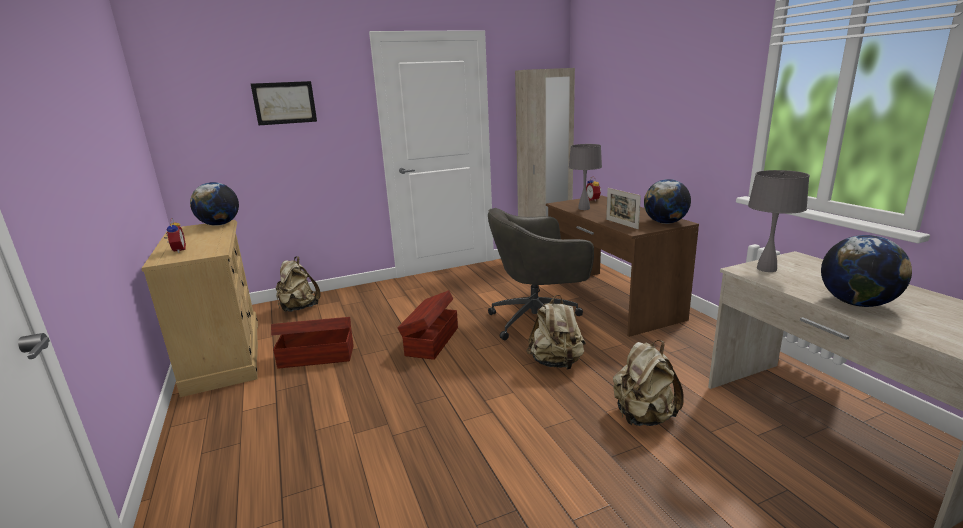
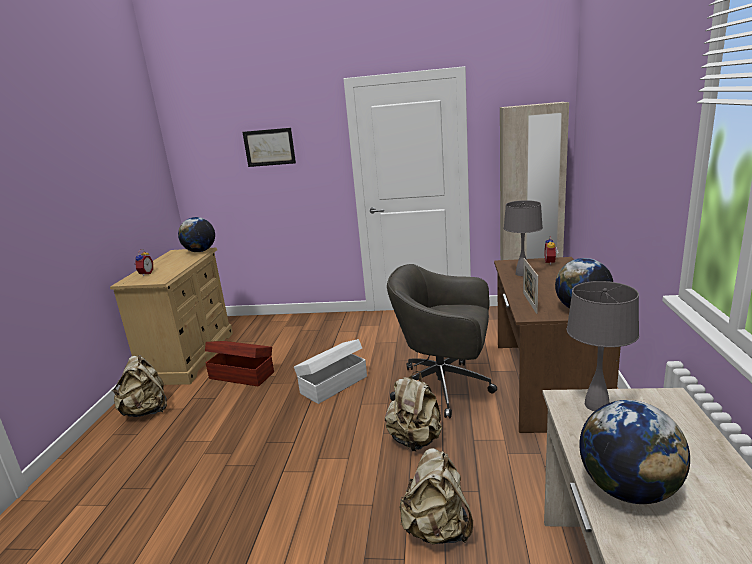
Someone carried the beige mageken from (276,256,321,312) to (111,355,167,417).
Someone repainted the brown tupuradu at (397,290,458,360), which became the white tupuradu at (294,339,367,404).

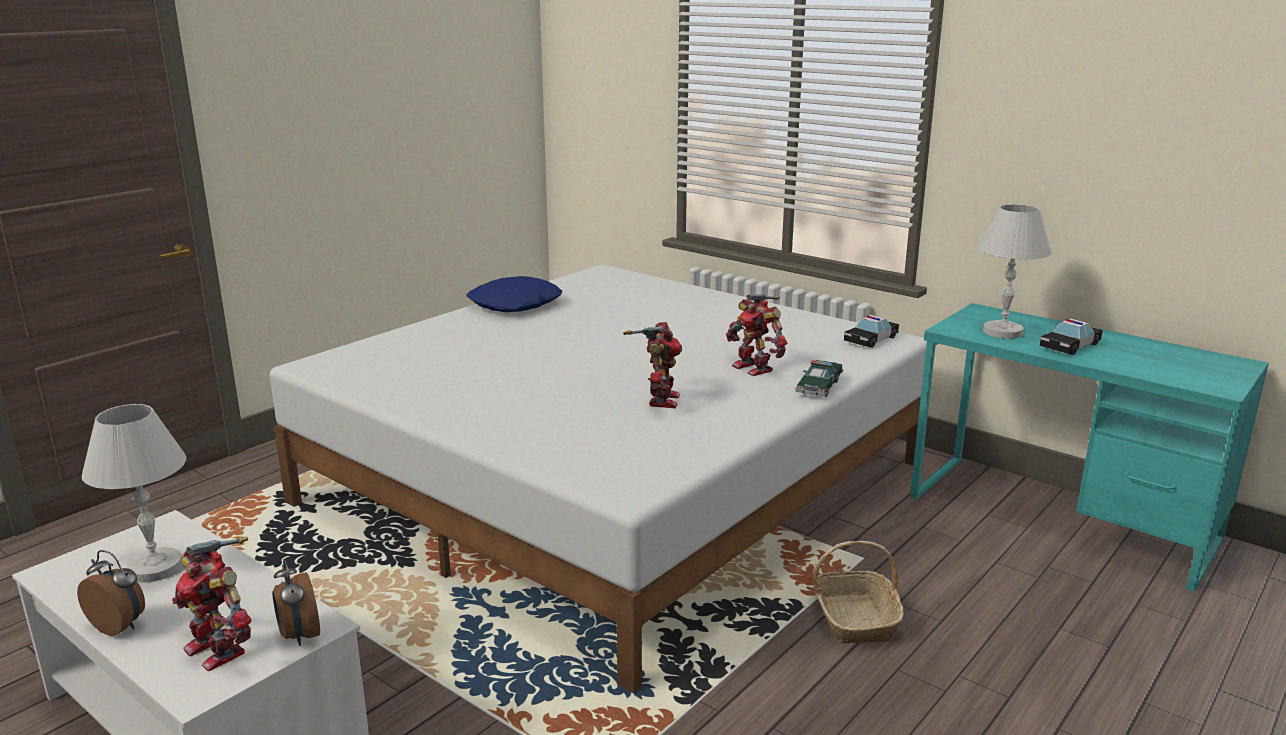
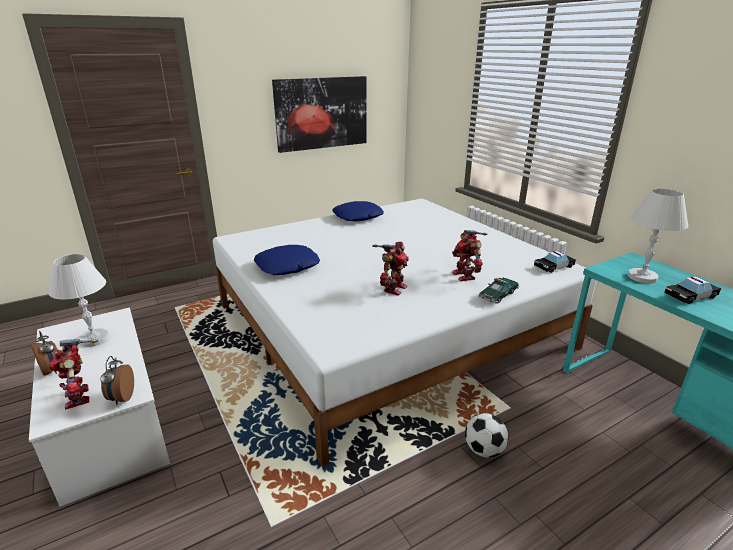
Someone put down the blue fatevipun at (254,245,320,275).
Someone put up the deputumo at (272,76,366,153).
Someone swapped the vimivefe at (813,541,904,644) for the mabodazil at (465,413,508,458).

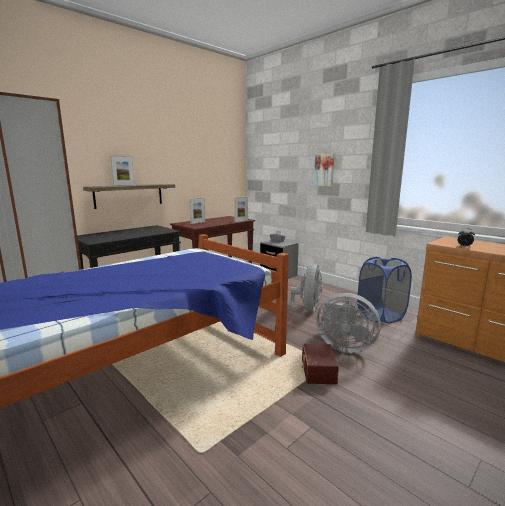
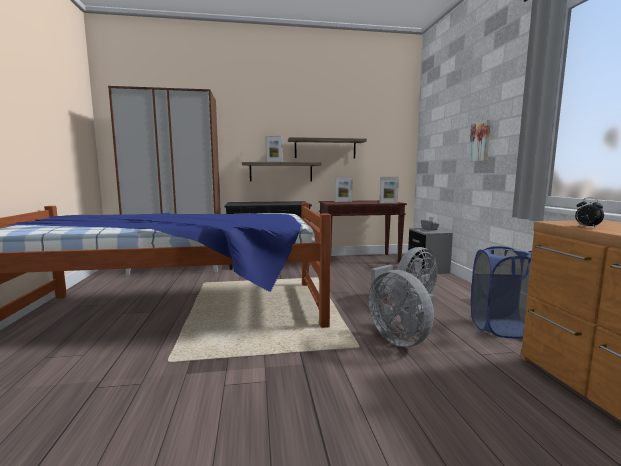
Someone took away the brown tupuradu at (302,344,339,384).
Someone put up the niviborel at (288,137,367,158).

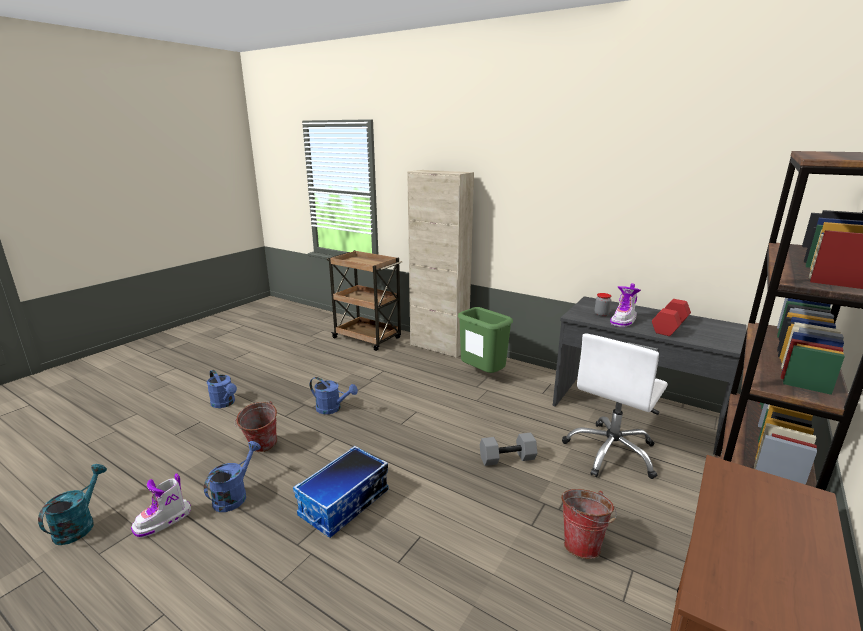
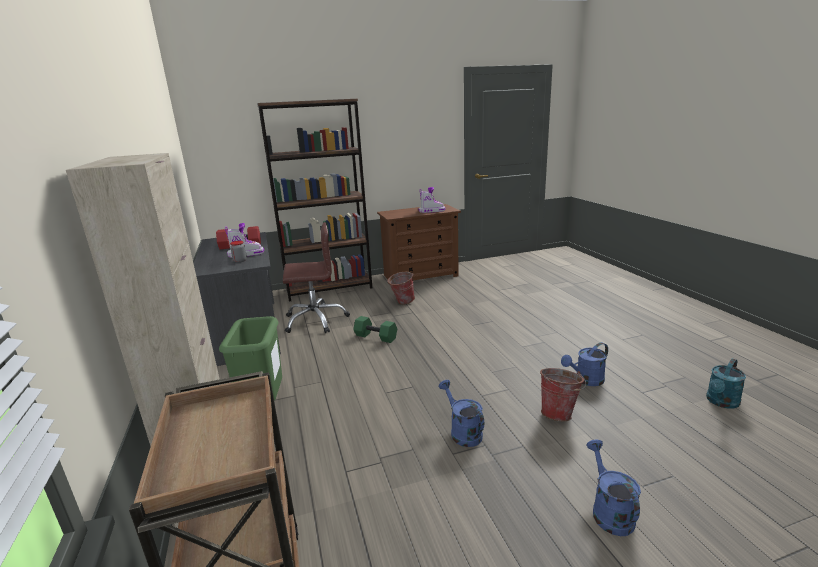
Someone took away the tupuradu at (293,446,388,538).
Someone carried the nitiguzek from (131,473,191,538) to (418,187,446,213).
Someone repainted the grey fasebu at (480,433,538,466), which became the green fasebu at (353,316,397,343).
Someone repainted the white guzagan at (562,333,668,479), which became the brown guzagan at (283,222,350,333).

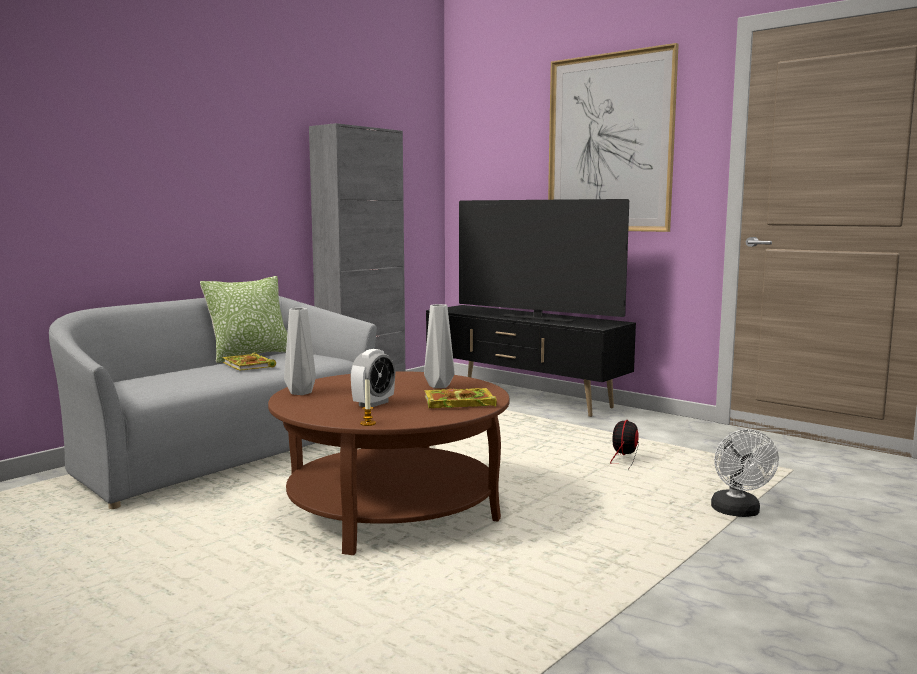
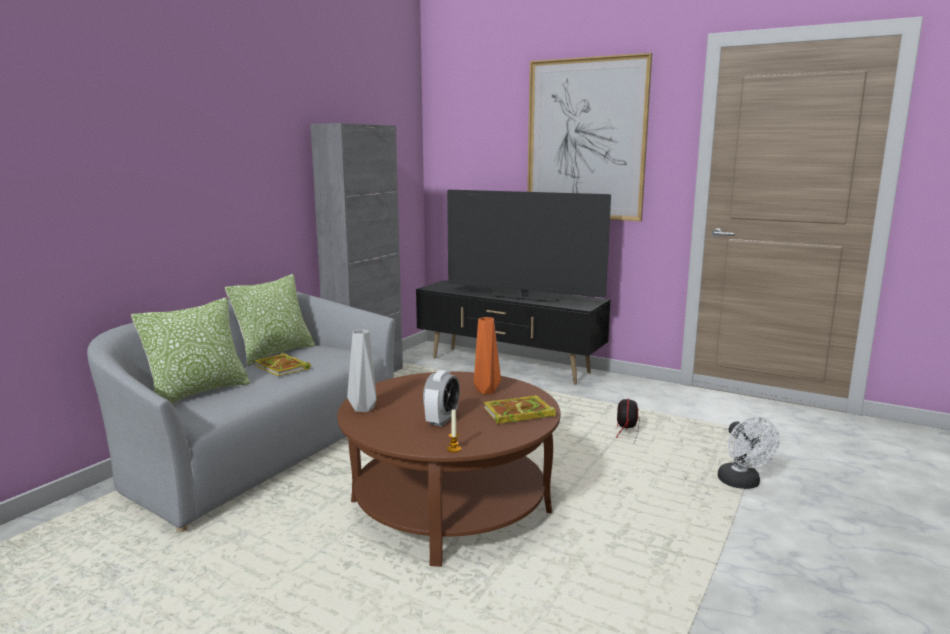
Someone put down the fatevipun at (131,297,250,403).
Someone repainted the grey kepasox at (424,304,455,388), which became the orange kepasox at (474,317,501,394).

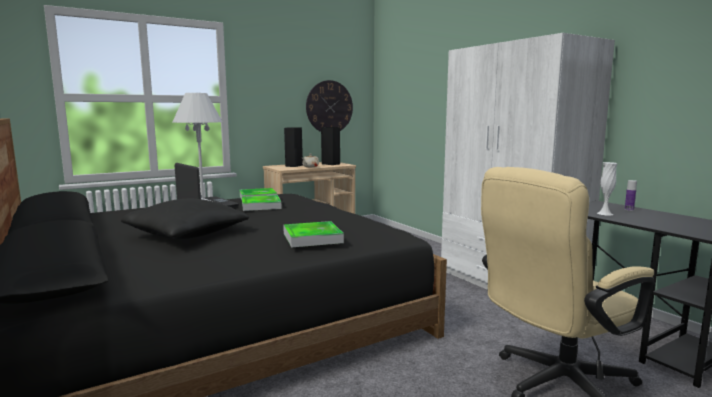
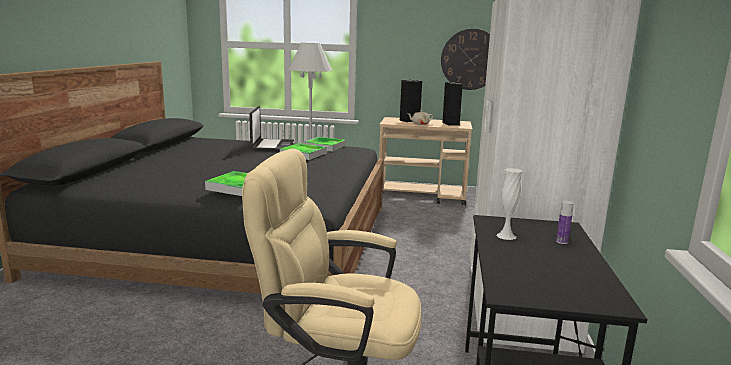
Someone took away the black fatevipun at (121,199,249,239).

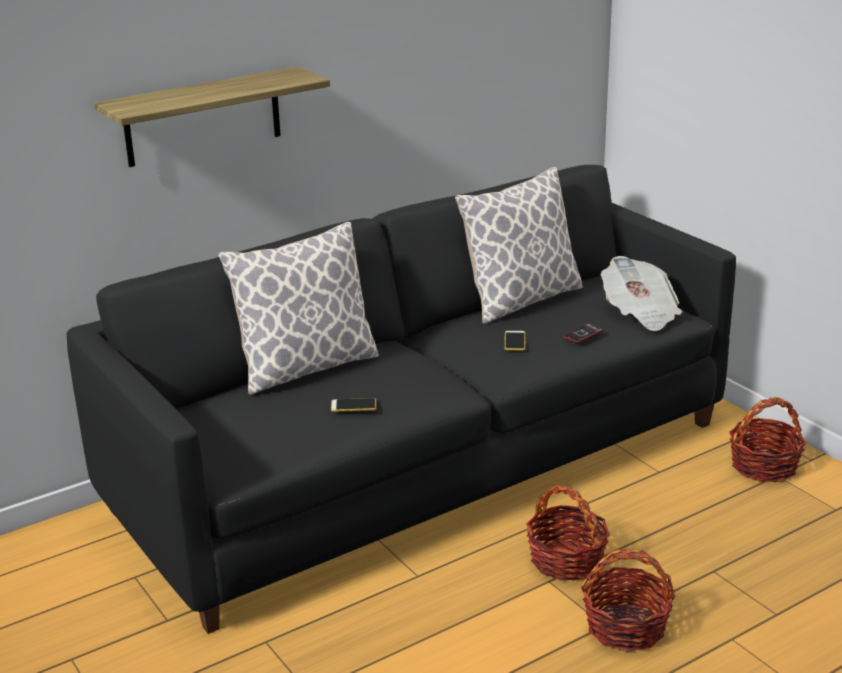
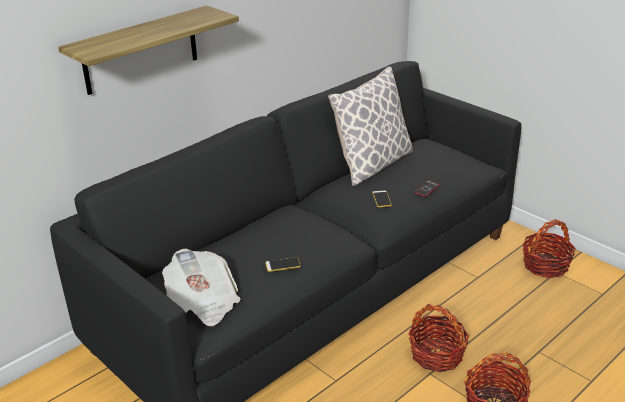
Someone took away the fatevipun at (218,222,379,395).
Someone carried the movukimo from (601,256,682,332) to (162,248,241,326).

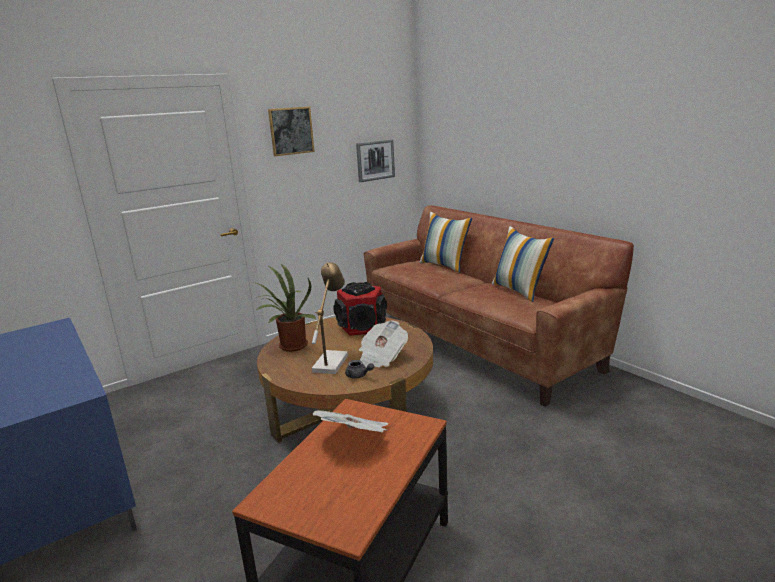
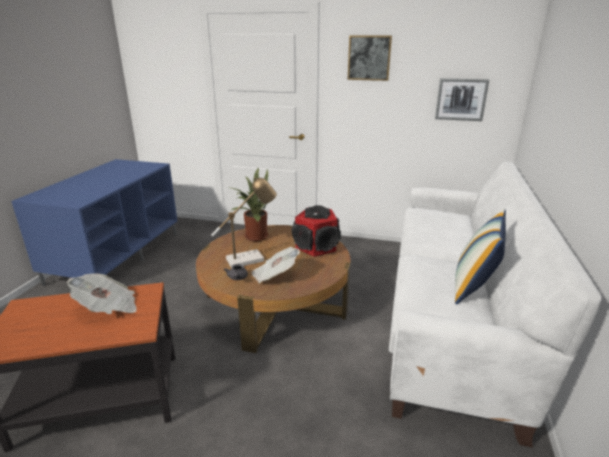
Someone took away the fatevipun at (420,212,472,273).
Someone repainted the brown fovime at (364,205,634,407), which became the white fovime at (389,162,602,448).

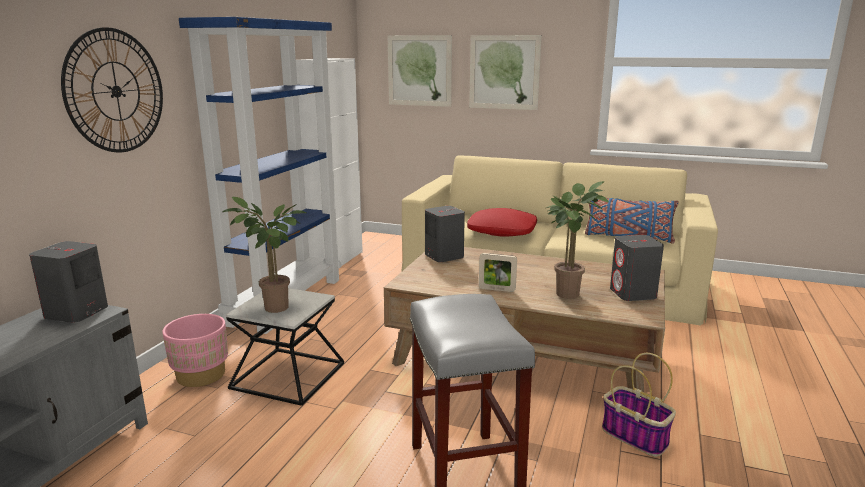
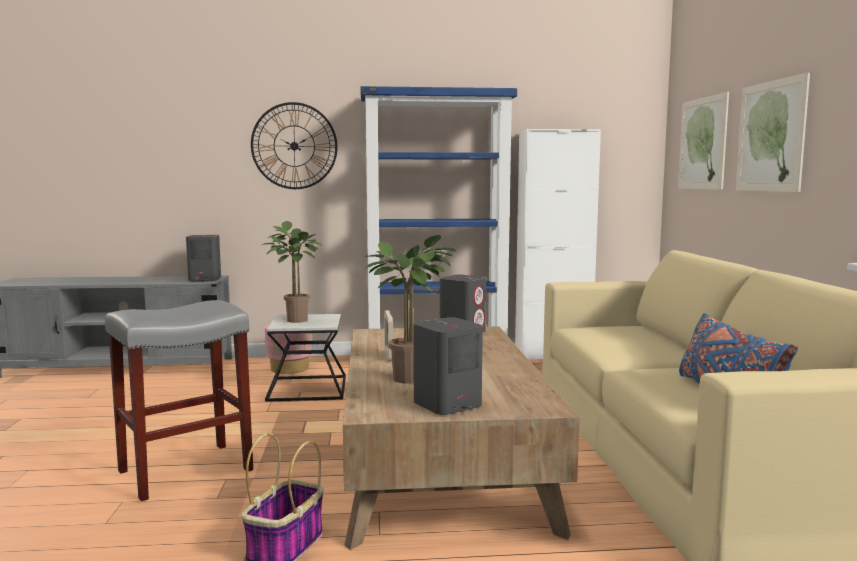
Someone took away the red fatevipun at (467,208,537,237).

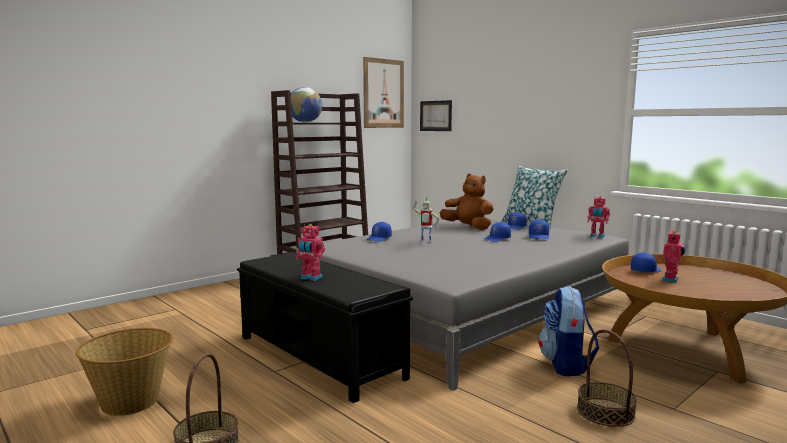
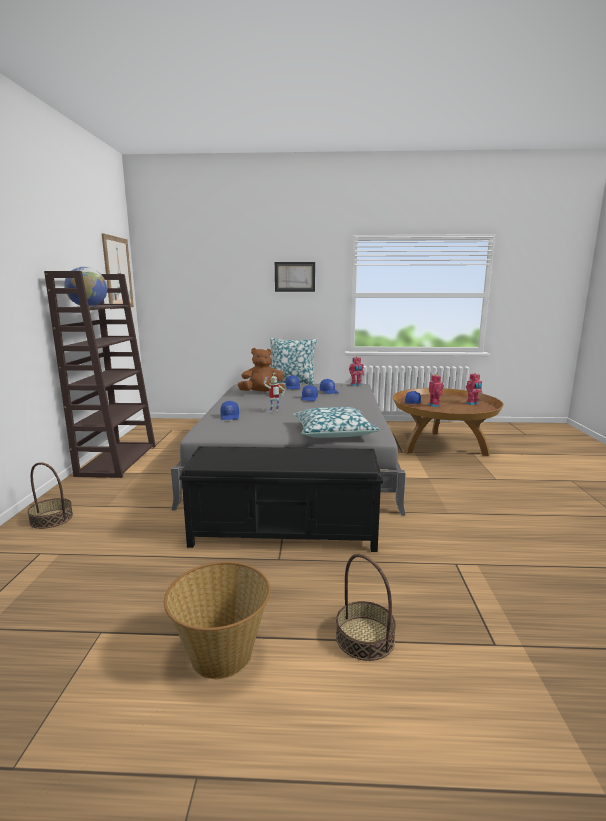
Someone took away the mageken at (538,286,599,376).
Someone put down the fatevipun at (293,407,380,438).
Someone carried the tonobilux from (296,224,325,281) to (466,373,483,405).
Someone carried the deputumo from (420,100,452,131) to (275,262,315,292).
Someone carried the vimivefe from (577,329,637,427) to (27,462,73,529).

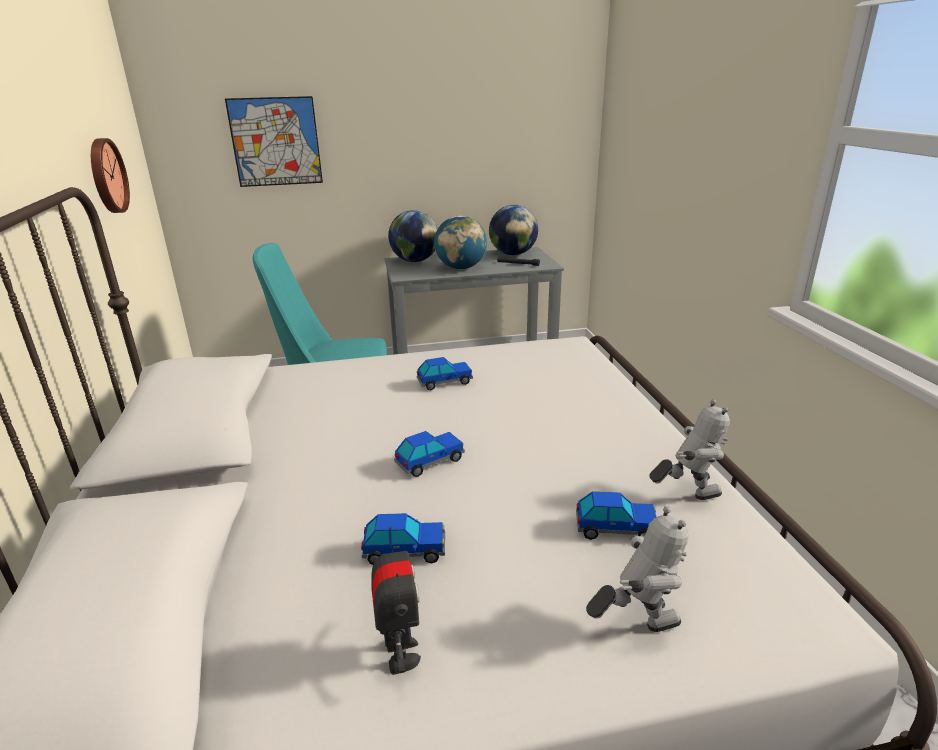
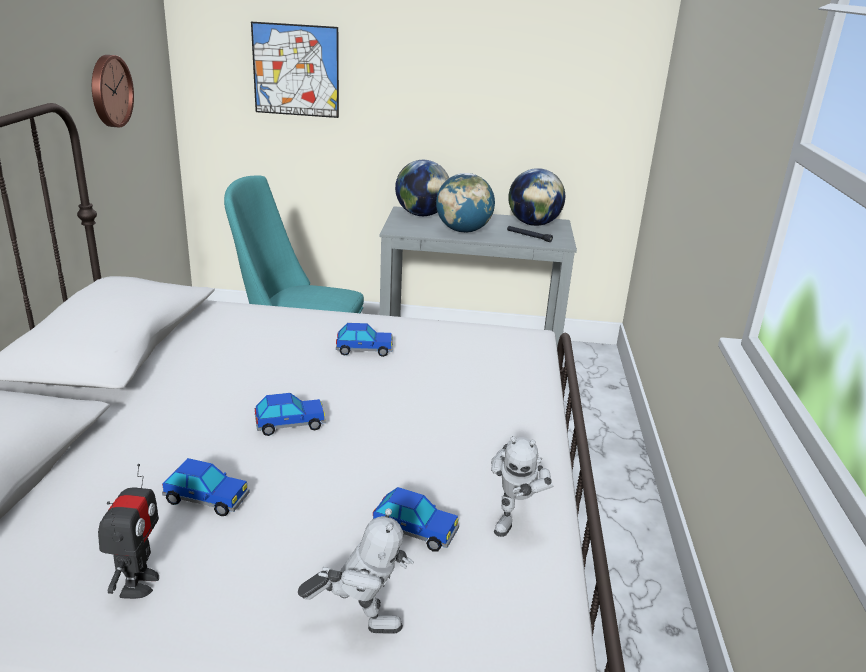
Someone rotated the tonobilux at (649,399,730,500) by 105 degrees clockwise.

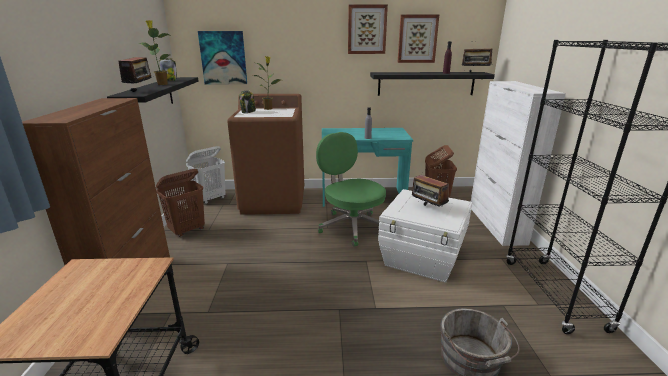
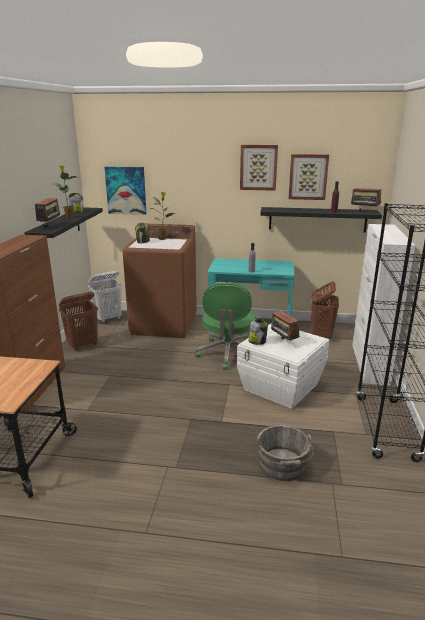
Someone put down the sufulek at (248,319,268,345).
Someone rotated the green guzagan at (316,132,386,247) by 150 degrees counterclockwise.

